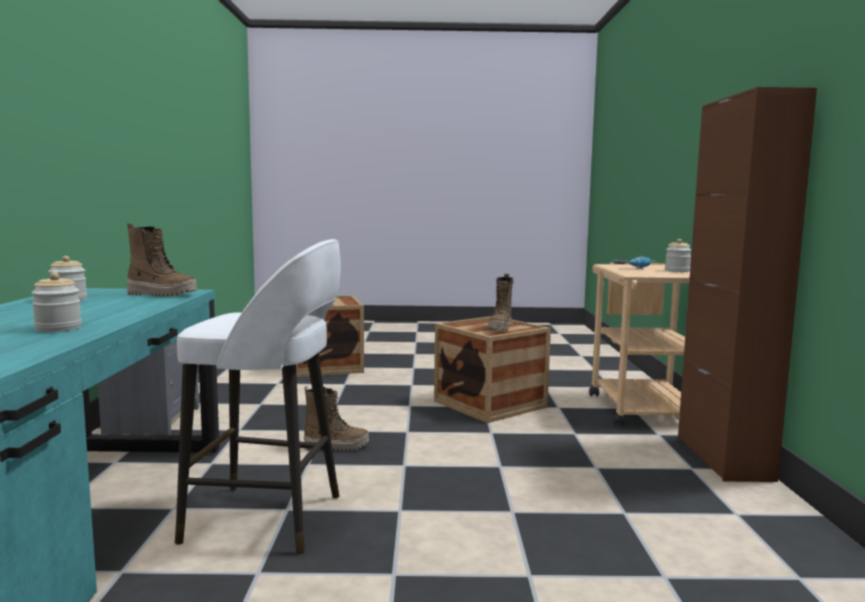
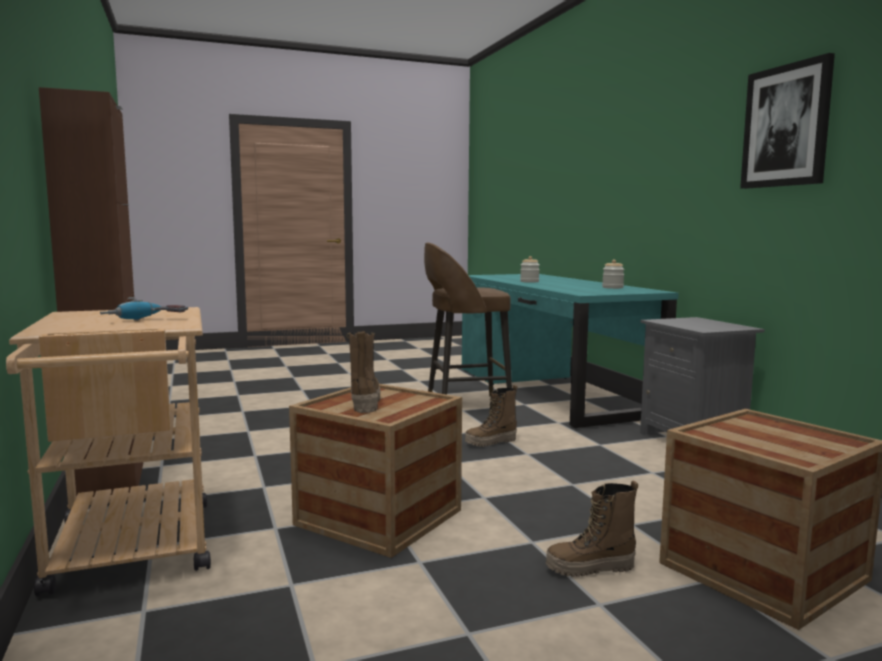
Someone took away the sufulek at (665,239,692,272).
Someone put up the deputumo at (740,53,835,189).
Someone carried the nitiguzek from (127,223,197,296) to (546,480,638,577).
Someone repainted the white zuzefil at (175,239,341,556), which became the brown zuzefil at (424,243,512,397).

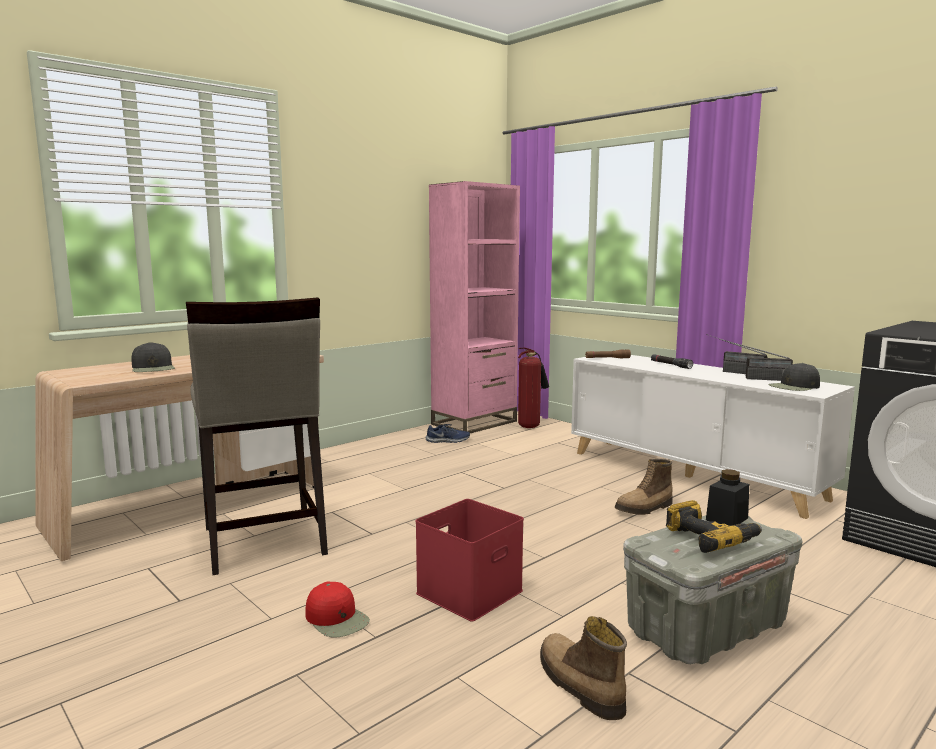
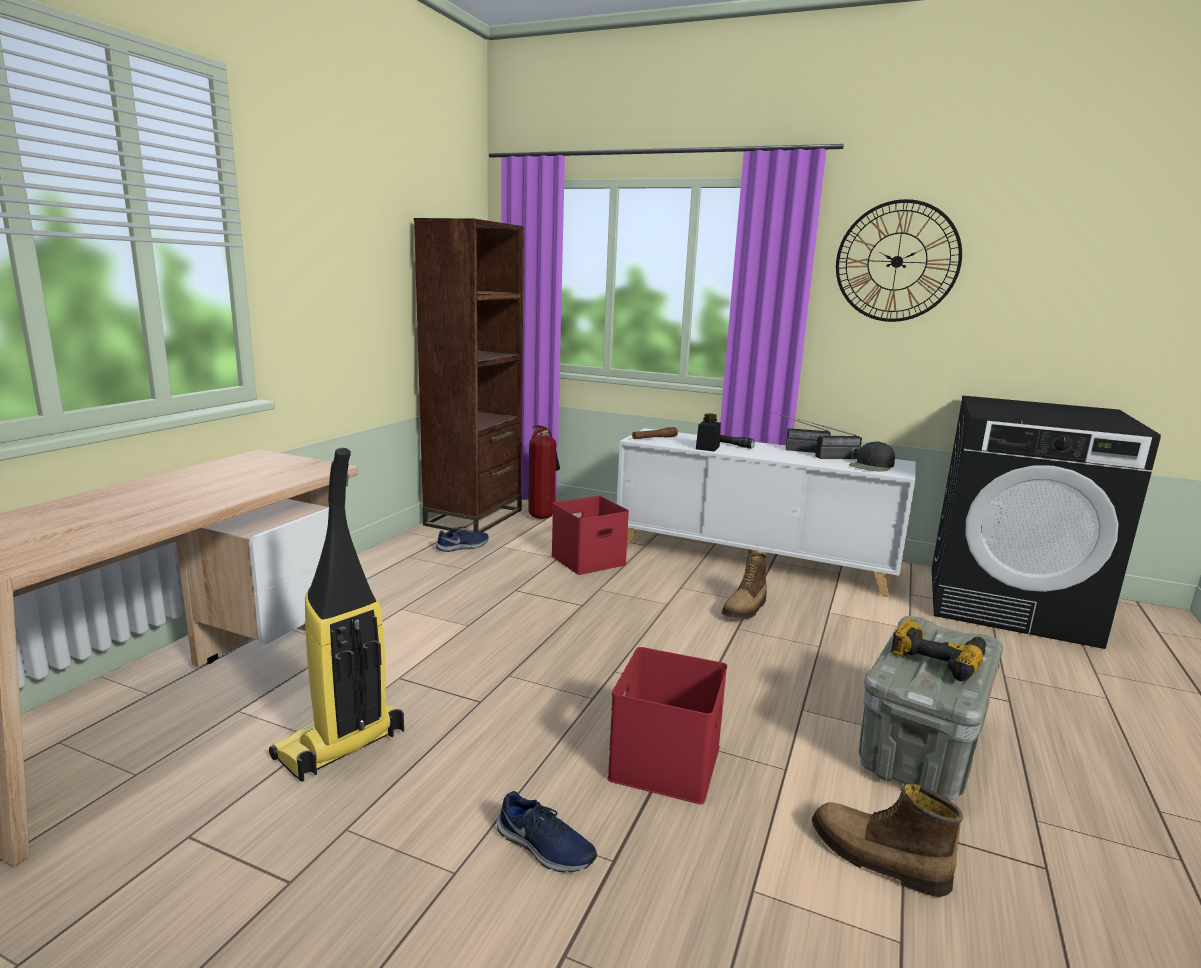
Someone took away the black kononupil at (131,342,175,372).
Someone put down the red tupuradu at (551,496,629,575).
Someone put up the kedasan at (836,199,962,322).
Someone carried the black sufulek from (706,469,749,526) to (696,413,721,452).
Someone swapped the beige zuzefil at (186,297,328,575) for the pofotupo at (269,448,404,782).
Someone swapped the red kononupil at (305,581,370,638) for the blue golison at (497,791,597,873).
Someone repainted the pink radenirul at (429,181,520,433), which became the brown radenirul at (414,218,524,533).

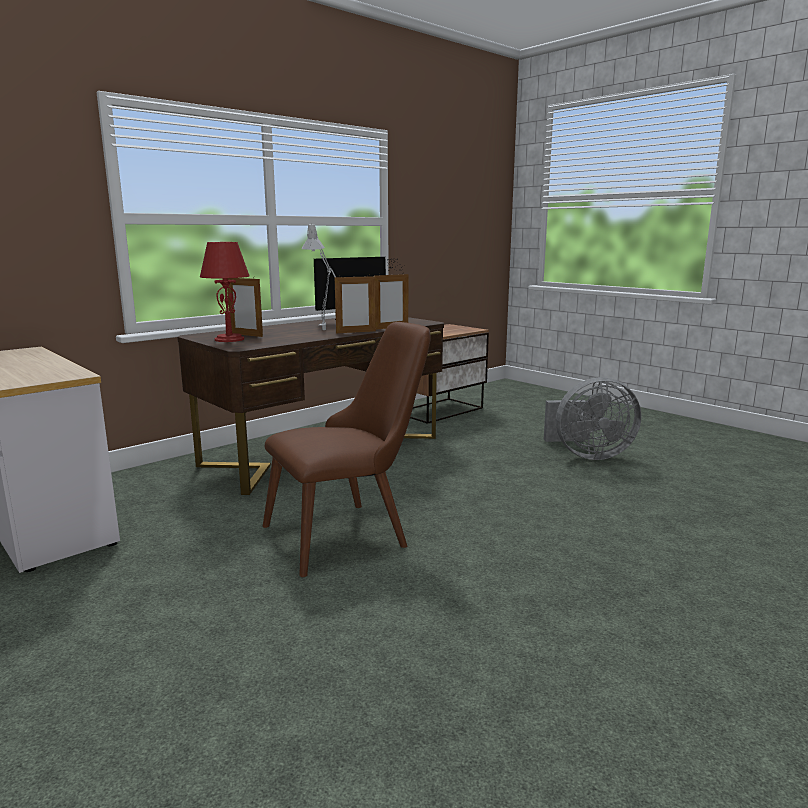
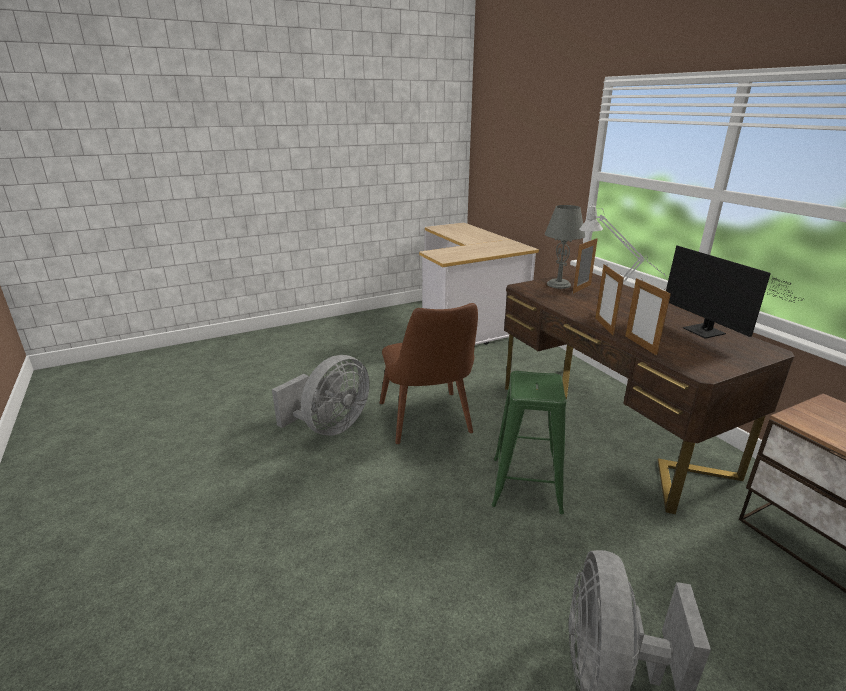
Someone put down the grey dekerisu at (272,355,370,436).
Someone put down the green zuzefil at (492,371,566,514).
Someone repainted the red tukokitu at (200,242,250,342), which became the grey tukokitu at (545,205,585,289).

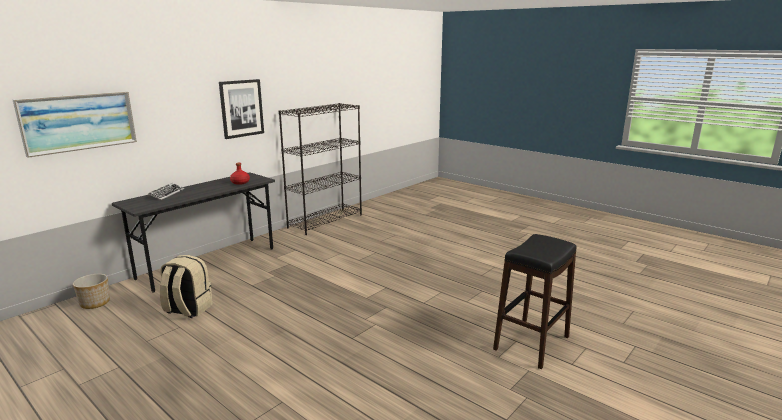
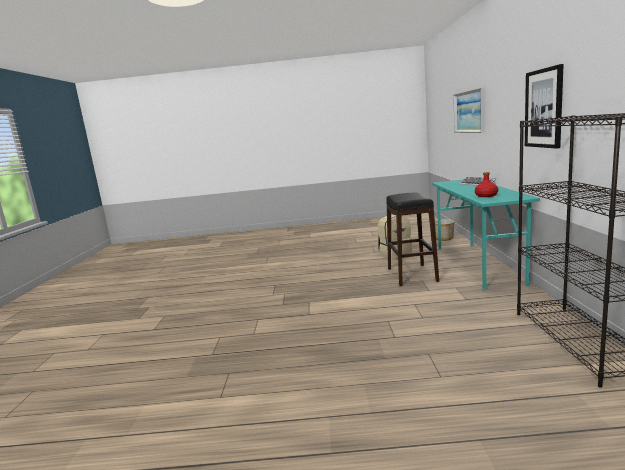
Someone carried the black zuzefil from (493,234,577,369) to (386,193,439,286).
Someone repainted the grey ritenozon at (112,172,275,292), which became the turquoise ritenozon at (432,179,540,290).

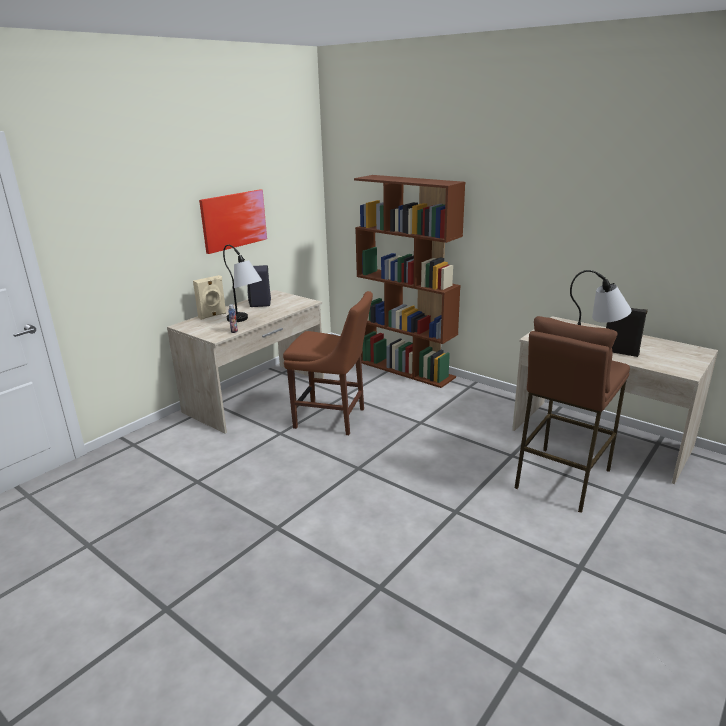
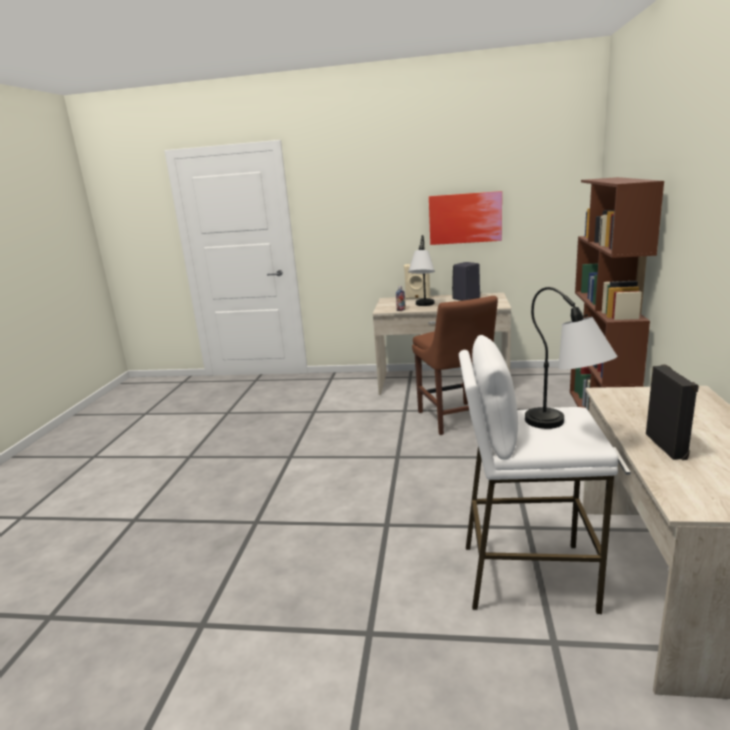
Someone repainted the brown zuzefil at (515,316,630,513), which became the white zuzefil at (459,335,618,615).

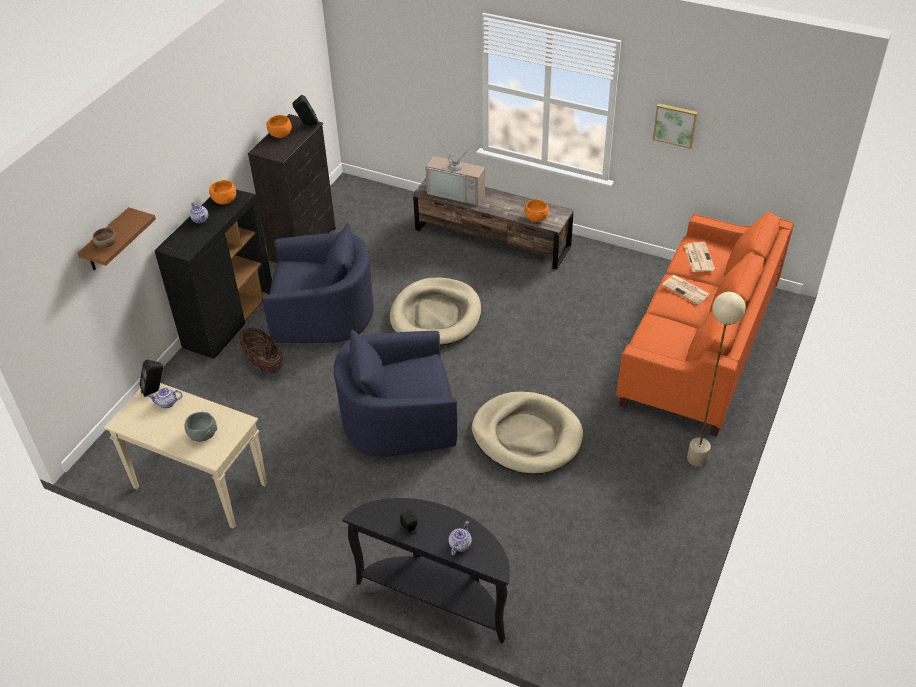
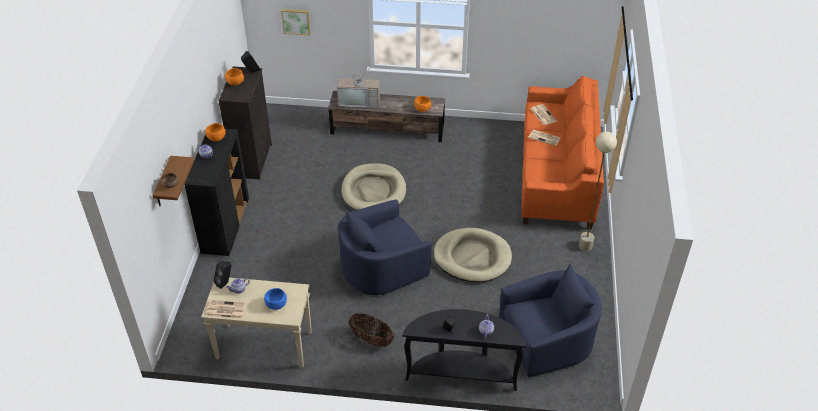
Someone put down the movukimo at (206,300,246,319).
Someone carried the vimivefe from (239,328,283,373) to (349,313,394,347).
Someone carried the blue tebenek from (262,223,374,343) to (499,264,602,377).
Someone carried the deputumo from (653,103,698,149) to (281,9,311,35).
Someone repainted the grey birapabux at (185,412,217,442), which became the blue birapabux at (264,288,287,310).

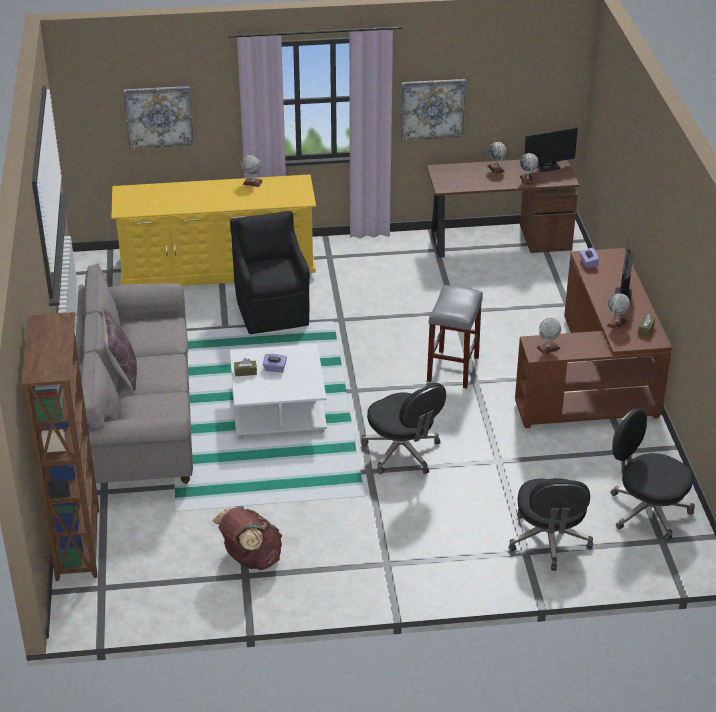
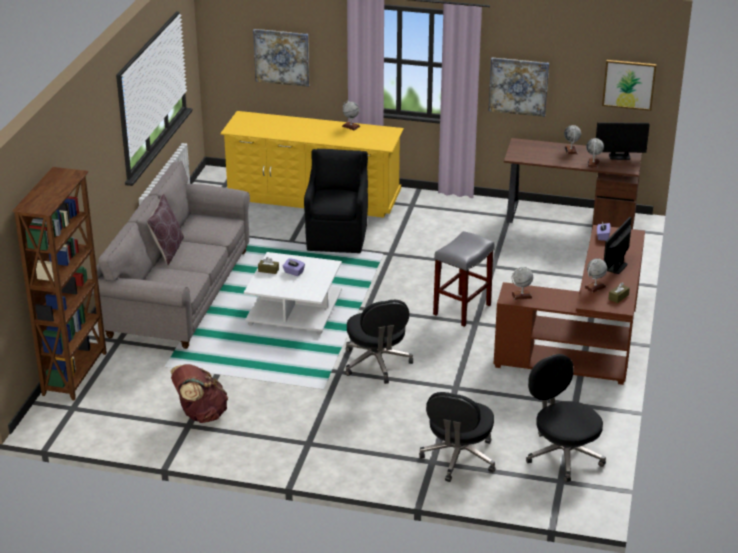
Someone put up the deputumo at (602,60,657,111).

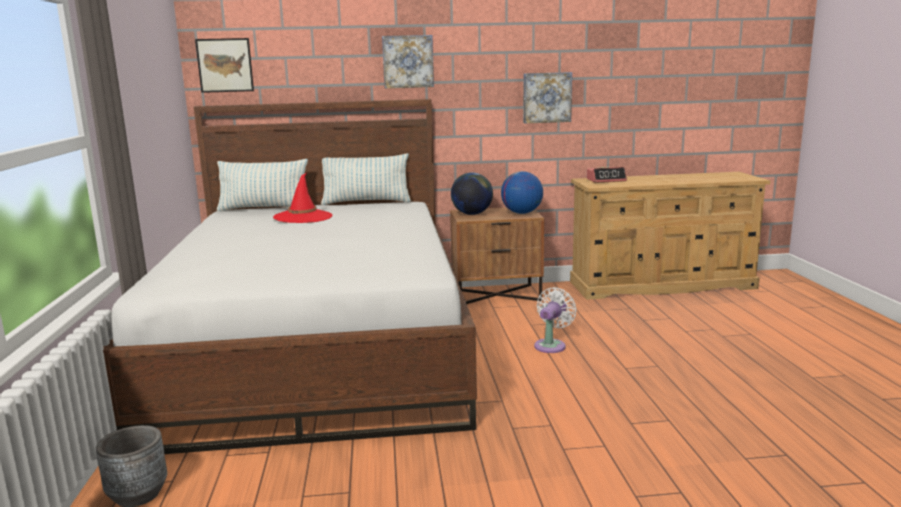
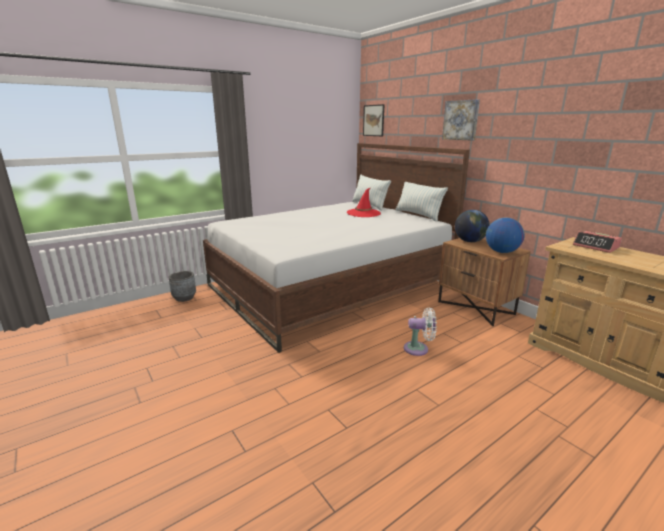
Someone took away the deputumo at (523,72,572,123).

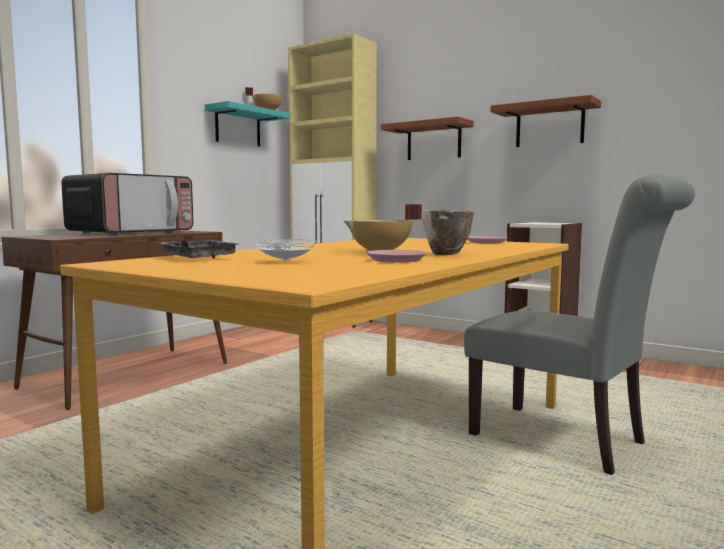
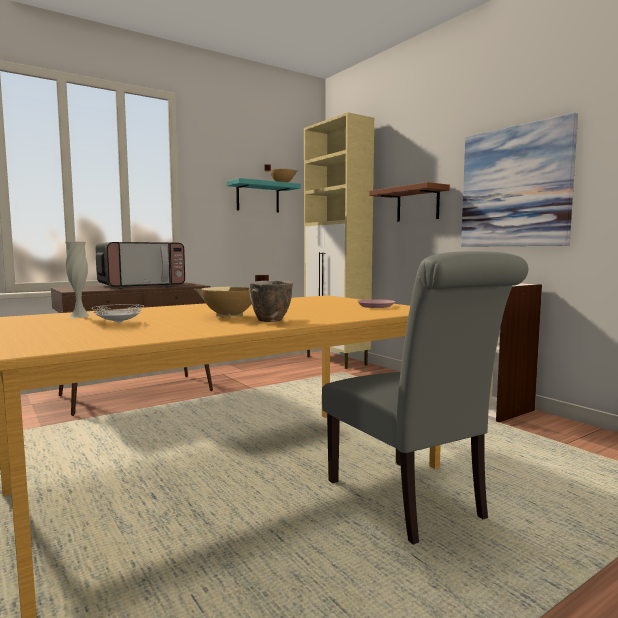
Someone took away the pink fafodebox at (366,250,427,263).
Someone swapped the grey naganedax at (158,240,238,259) for the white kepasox at (65,242,91,318).
Someone swapped the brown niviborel at (490,95,601,147) for the deputumo at (461,113,578,247).

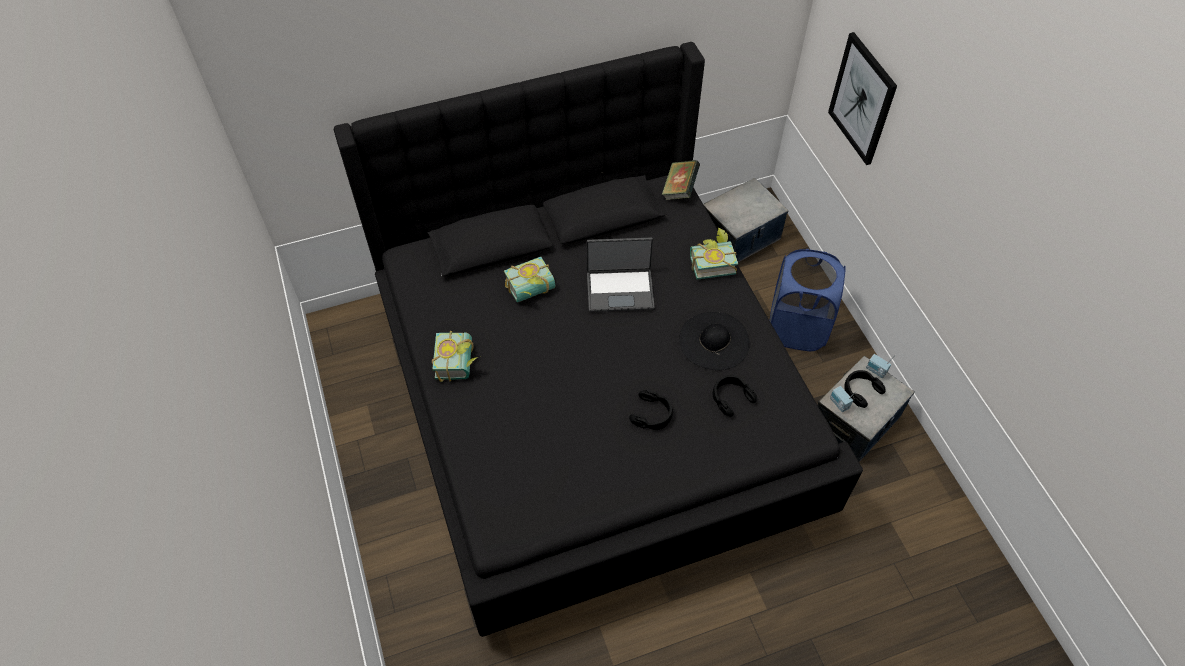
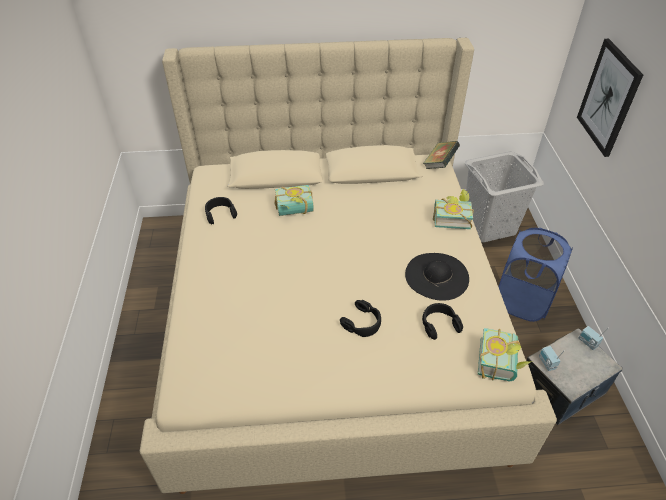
Someone took away the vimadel at (587,238,654,312).
Someone carried the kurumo from (432,331,478,382) to (478,328,531,381).
Someone carried the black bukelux from (844,370,886,408) to (205,197,237,224).
Someone swapped the tupuradu at (703,178,789,262) for the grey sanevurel at (465,151,544,242).
Someone repainted the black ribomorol at (334,42,863,637), which became the beige ribomorol at (140,38,557,494).

